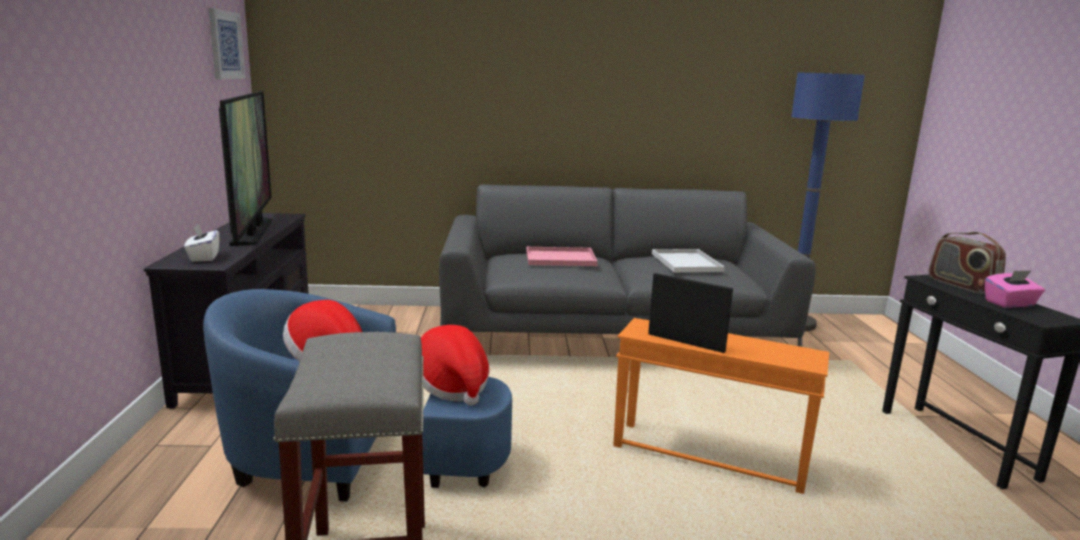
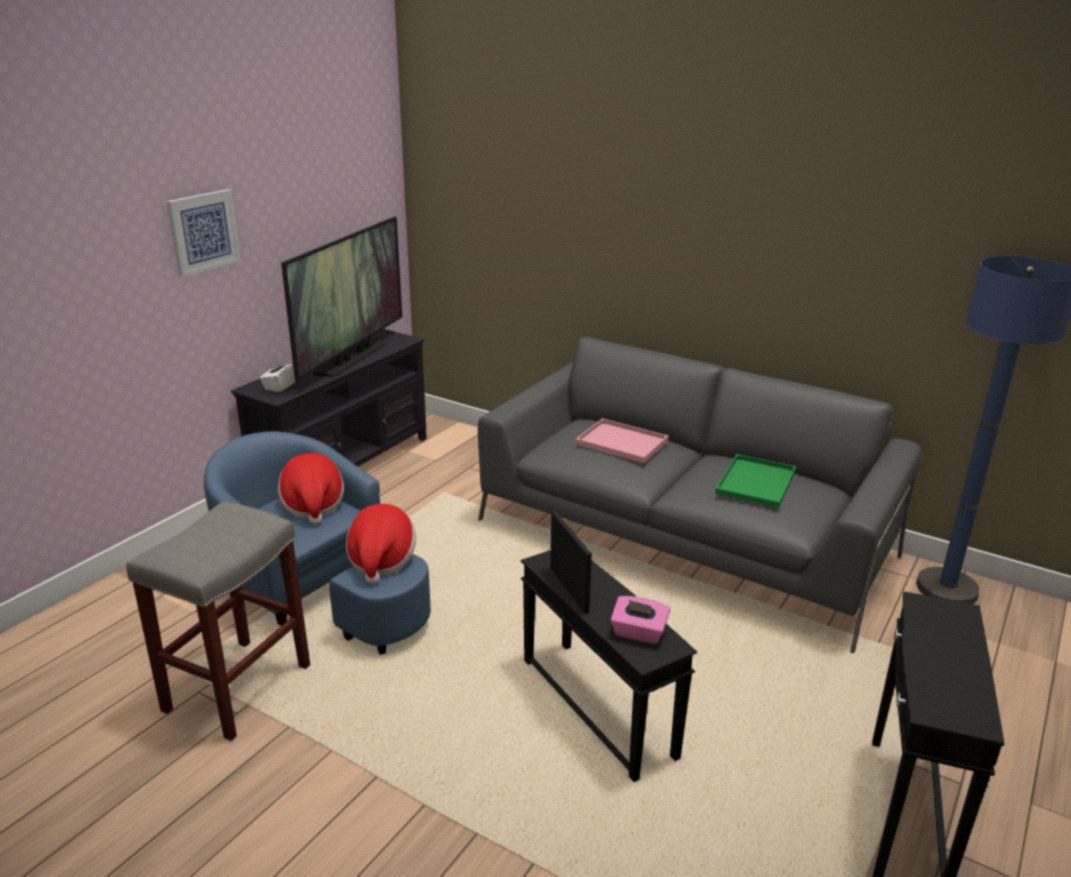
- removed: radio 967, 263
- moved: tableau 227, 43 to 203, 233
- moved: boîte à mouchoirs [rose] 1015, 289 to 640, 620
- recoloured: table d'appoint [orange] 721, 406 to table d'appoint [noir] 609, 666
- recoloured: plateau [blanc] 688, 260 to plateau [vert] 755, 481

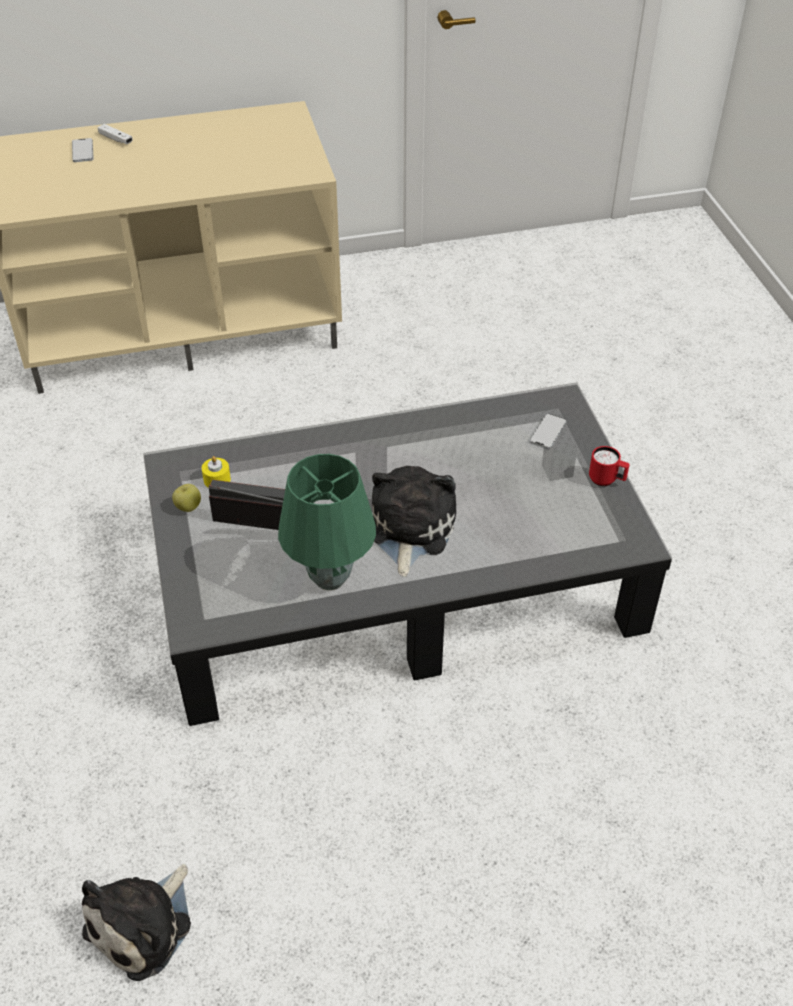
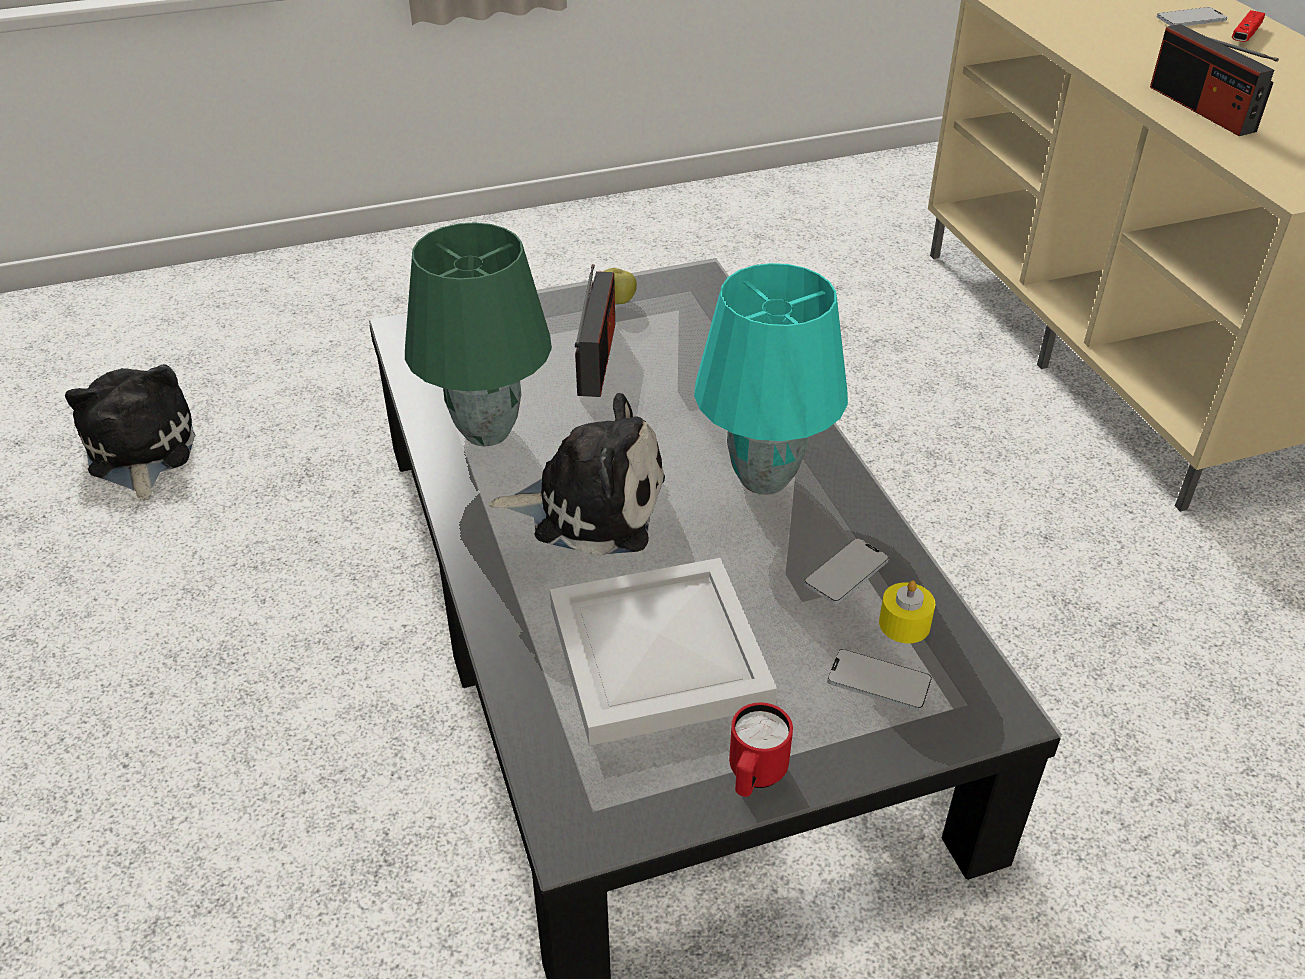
- added: plateau [blanc] 663, 652
- added: lampe de table [turquoise] 771, 379
- added: téléphone 846, 571
- added: radio 1214, 80
- moved: bougie [jaune] 216, 472 to 907, 611
- recoloured: manette [blanc] 115, 134 to manette [rouge] 1248, 26
- turned: peluche 136, 922 = 130, 432 45 degrees clockwise

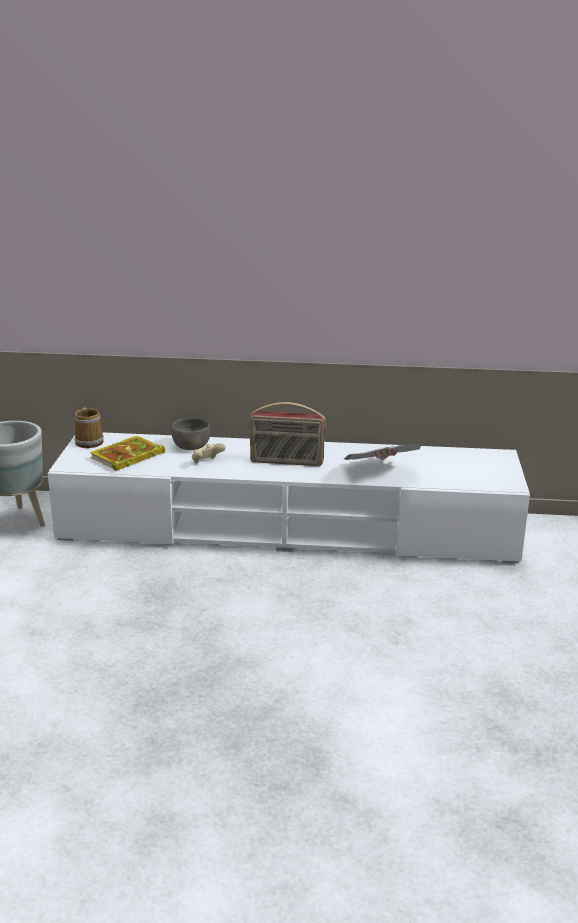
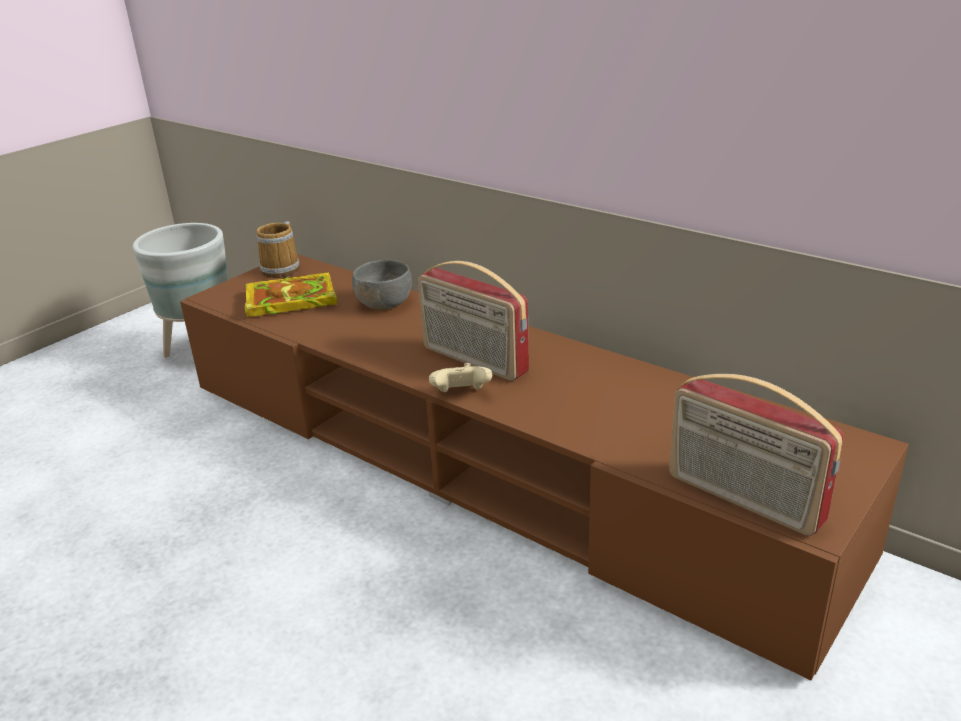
- removed: journal 383, 452
- added: radio 756, 455
- moved: manette [beige] 209, 453 to 460, 377
- recoloured: meuble télé [blanc] 289, 497 to meuble télé [marron] 544, 467

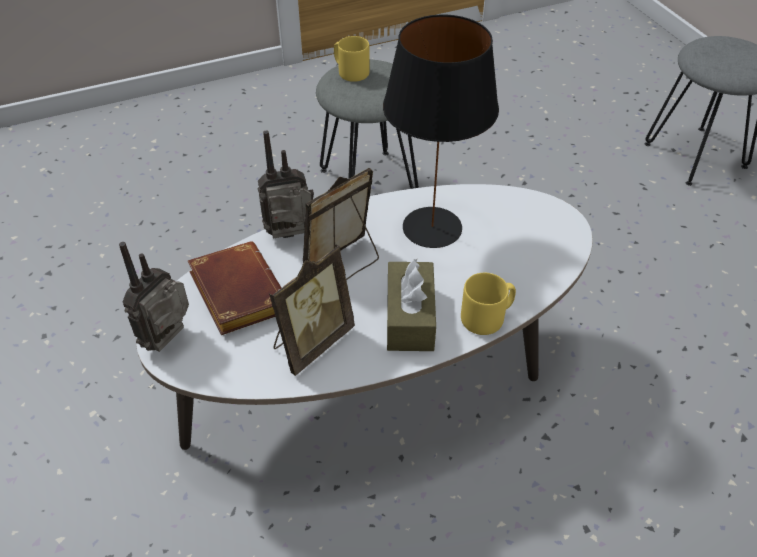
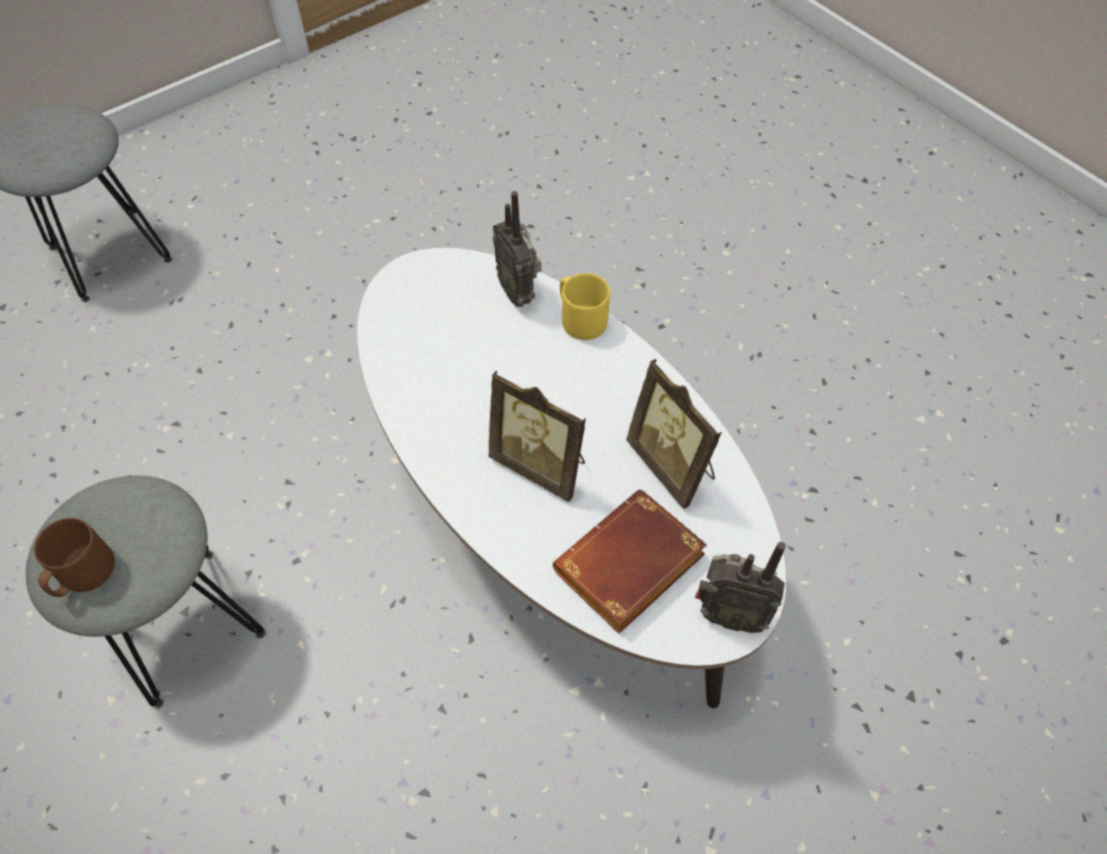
- removed: lampe de table [noir] 441, 131
- removed: boîte à mouchoirs [marron] 411, 304
- moved: radio 286, 184 to 517, 249
- recoloured: mug [jaune] 352, 59 to mug [marron] 74, 557
- turned: cadre photo 312, 310 = 674, 434 150 degrees counterclockwise

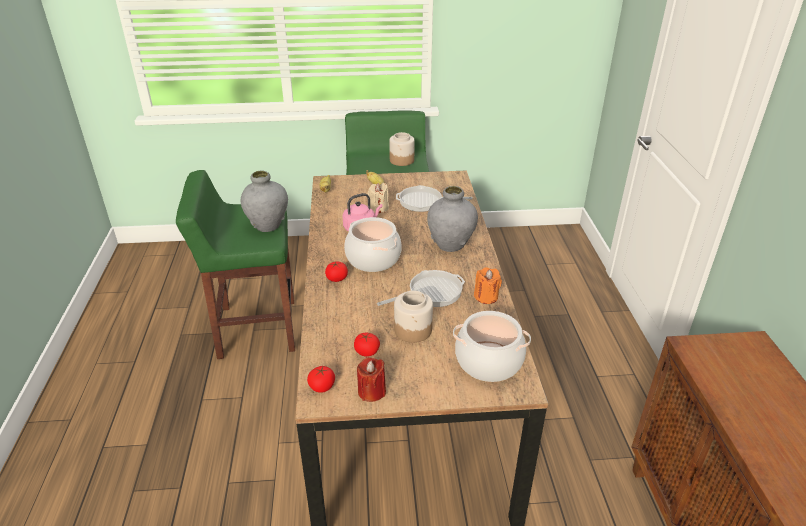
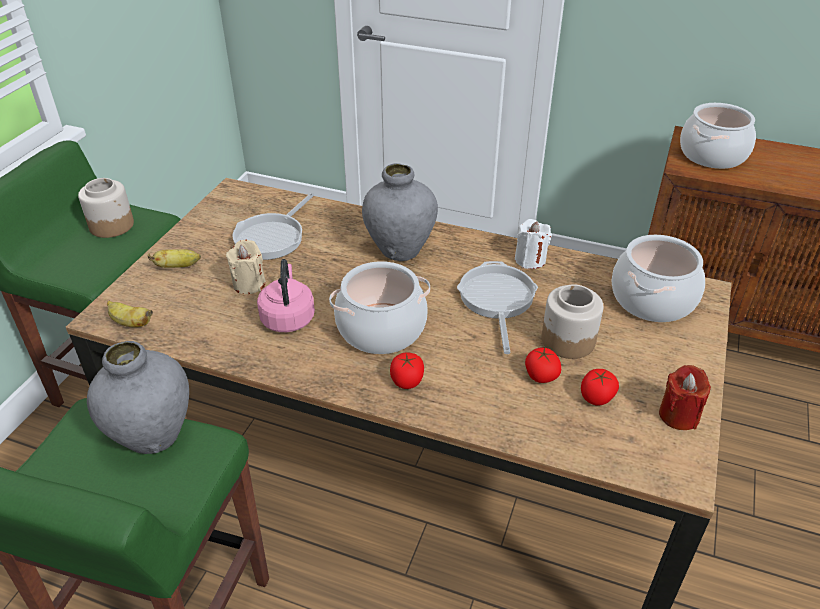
- added: marmite 718, 136
- moved: tomate 321, 379 to 543, 365
- recoloured: bougie [orange] 488, 285 to bougie [blanc] 533, 244

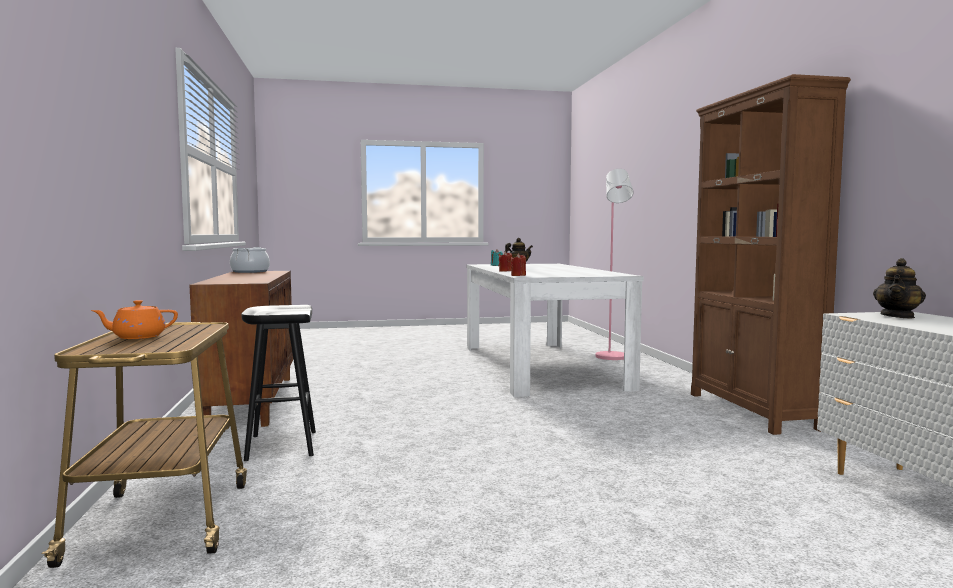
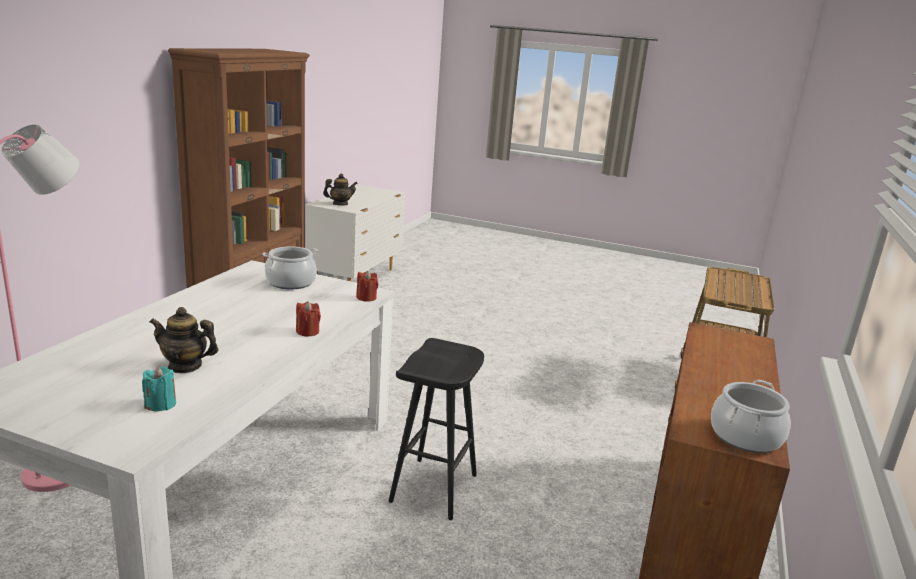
- removed: théière [orange] 134, 319
- added: marmite 290, 267
- moved: tabouret [noir] 278, 383 to 436, 429

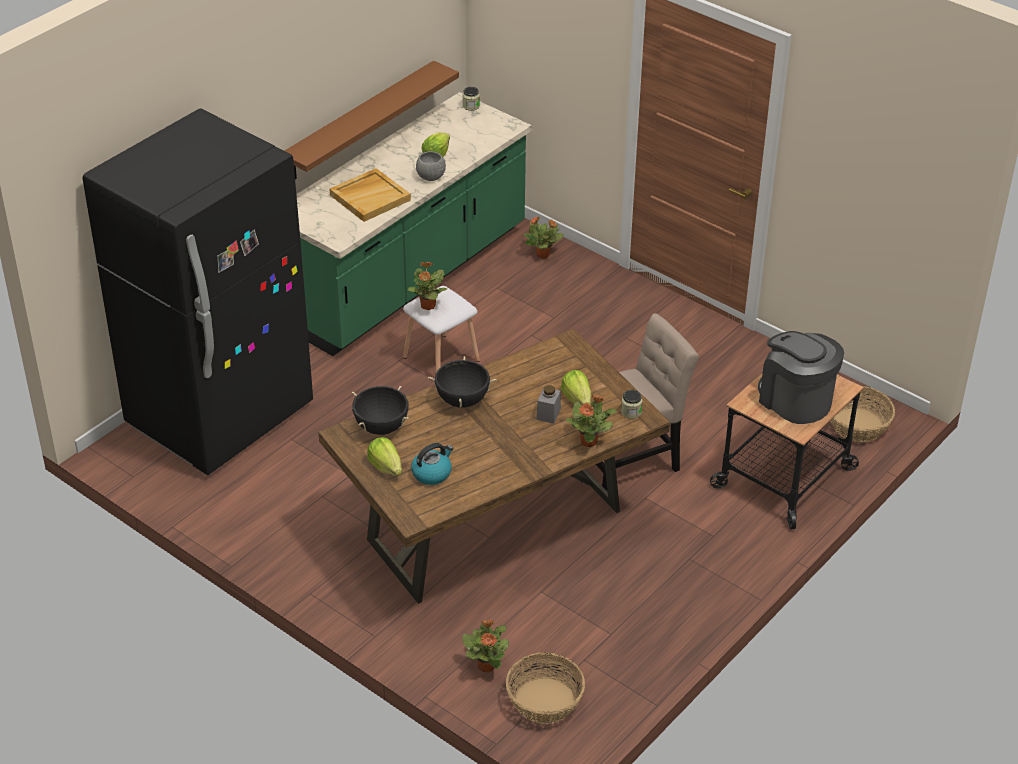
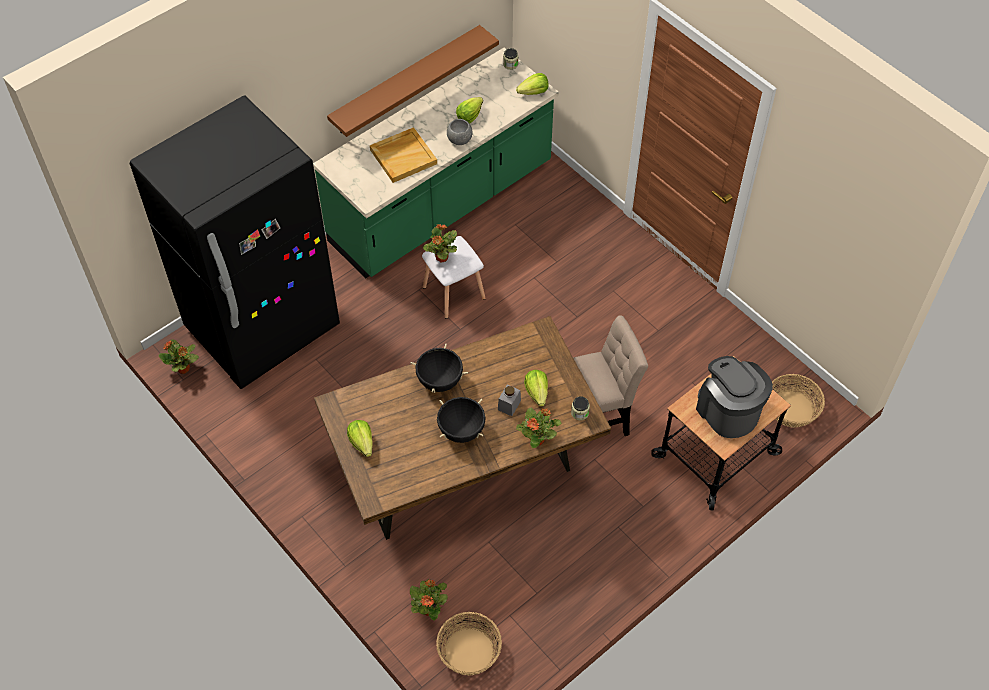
- removed: bouilloire 432, 464
- added: laitue 532, 84
- moved: marmite [noir] 380, 410 to 461, 420
- moved: plante en pot 544, 237 to 178, 356

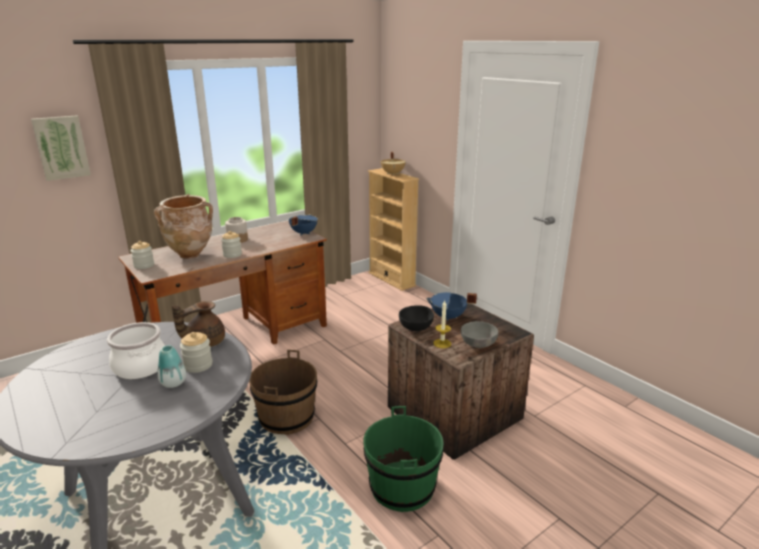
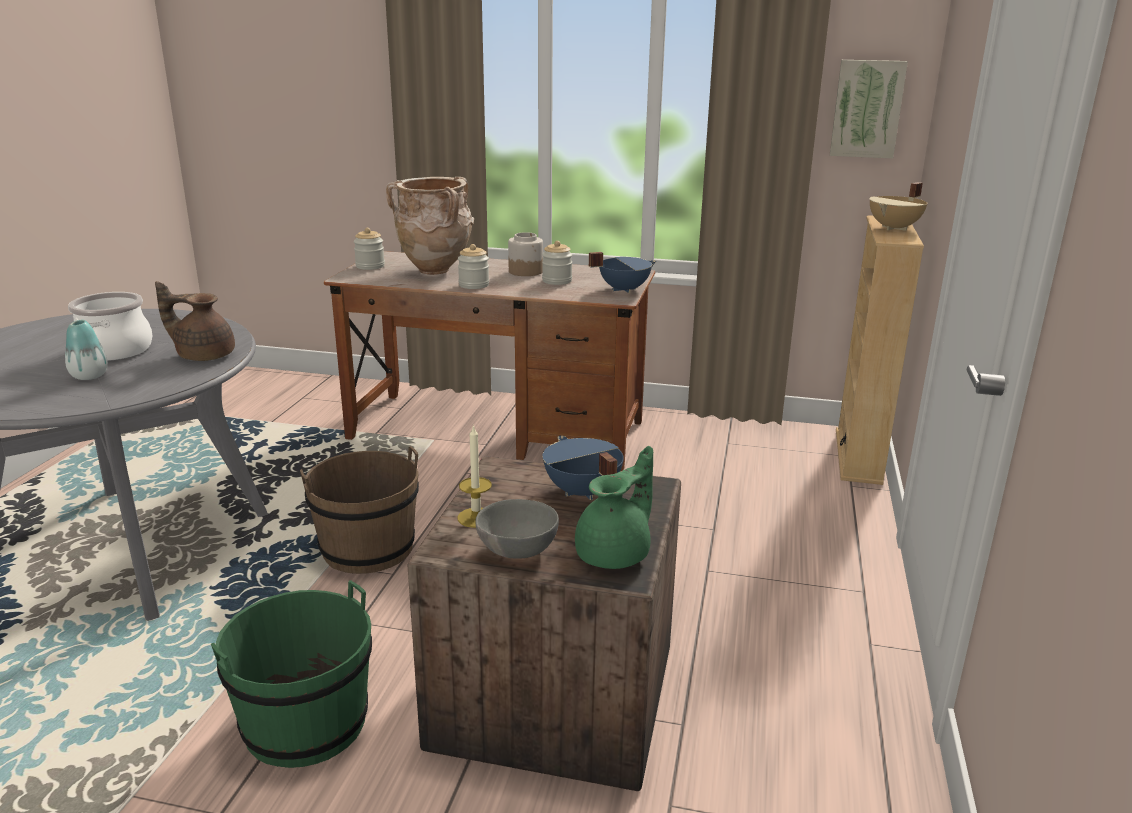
- removed: bol [noir] 416, 318
- added: théière [vert] 614, 507
- moved: tableau 61, 148 to 869, 109
- moved: bocal 196, 352 to 557, 263

